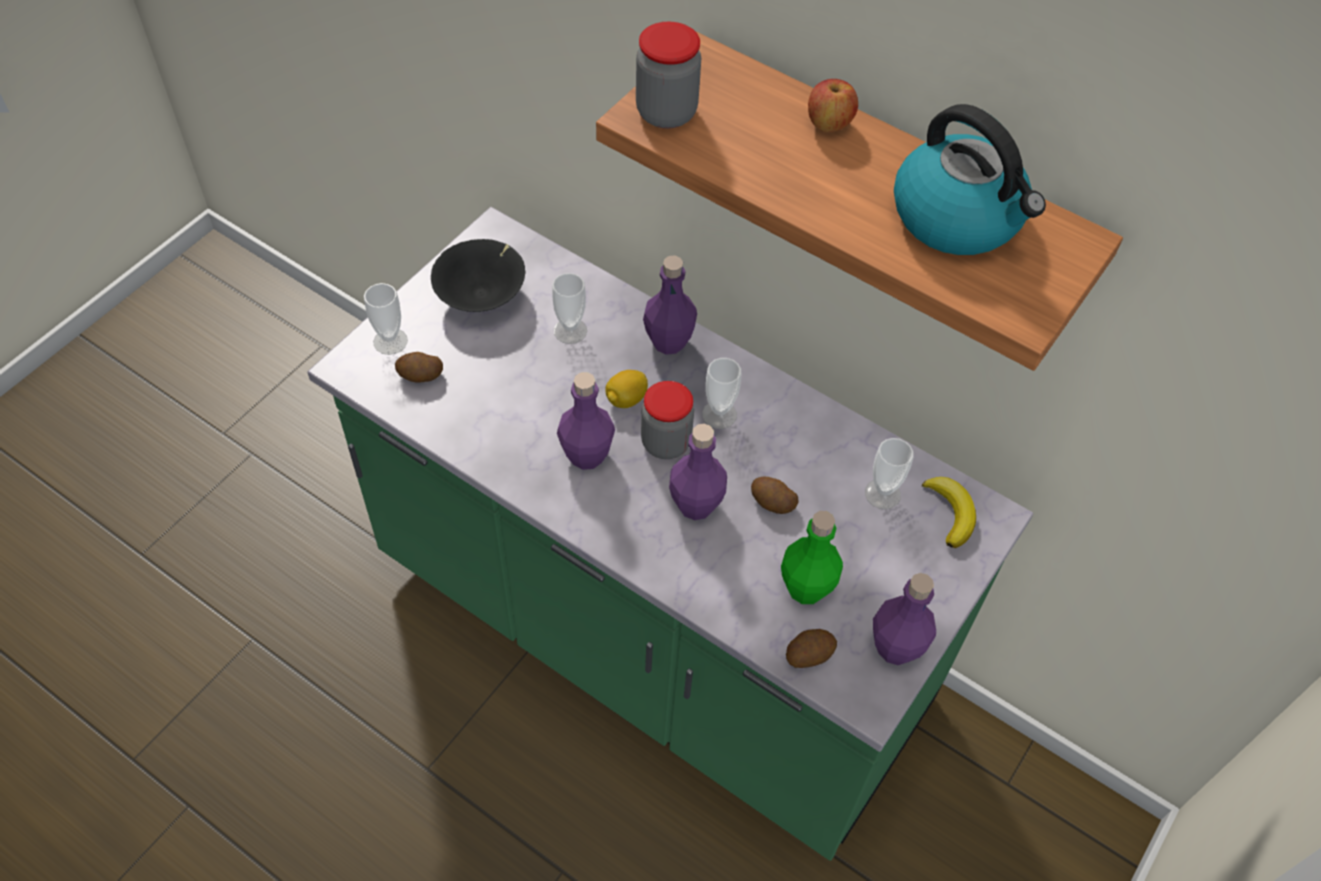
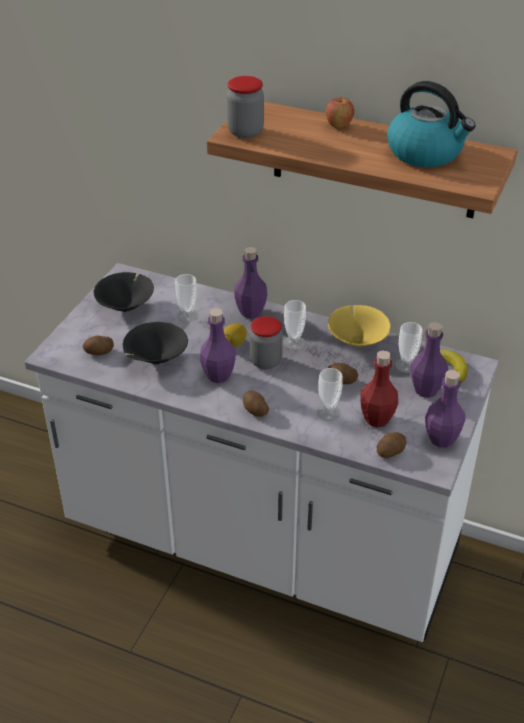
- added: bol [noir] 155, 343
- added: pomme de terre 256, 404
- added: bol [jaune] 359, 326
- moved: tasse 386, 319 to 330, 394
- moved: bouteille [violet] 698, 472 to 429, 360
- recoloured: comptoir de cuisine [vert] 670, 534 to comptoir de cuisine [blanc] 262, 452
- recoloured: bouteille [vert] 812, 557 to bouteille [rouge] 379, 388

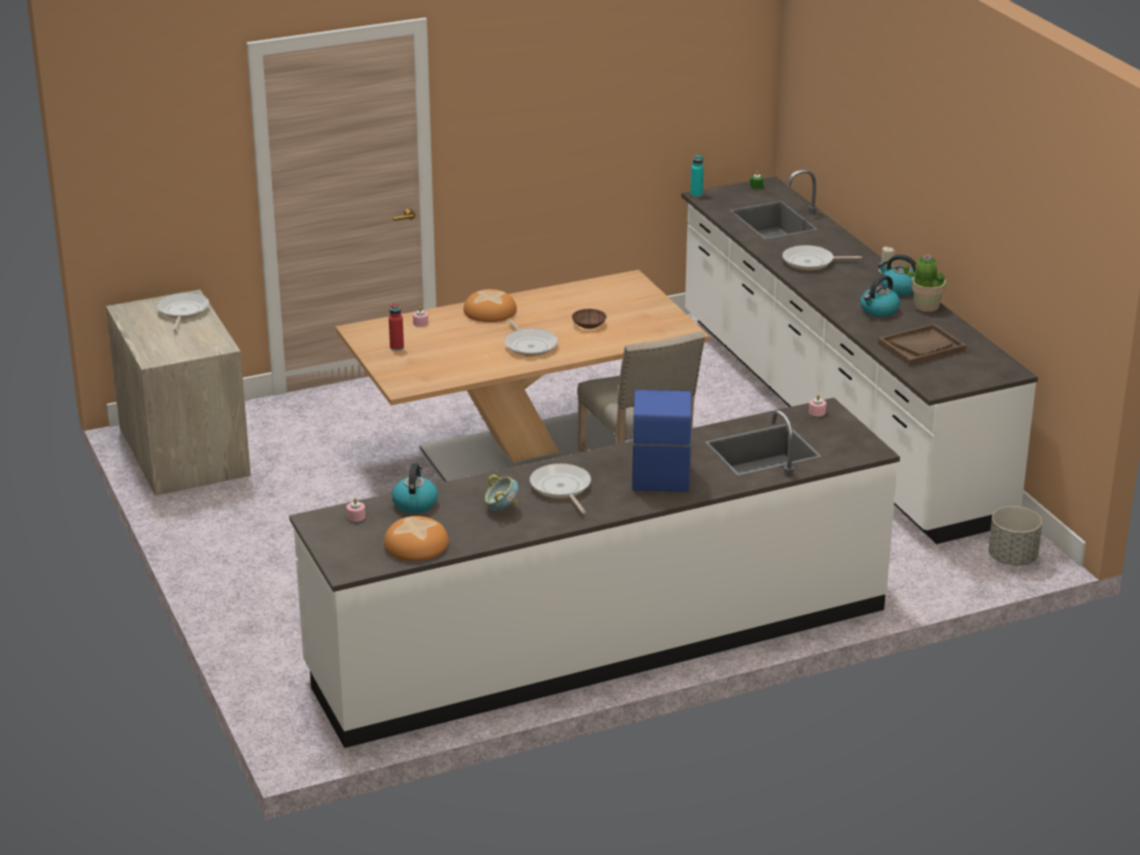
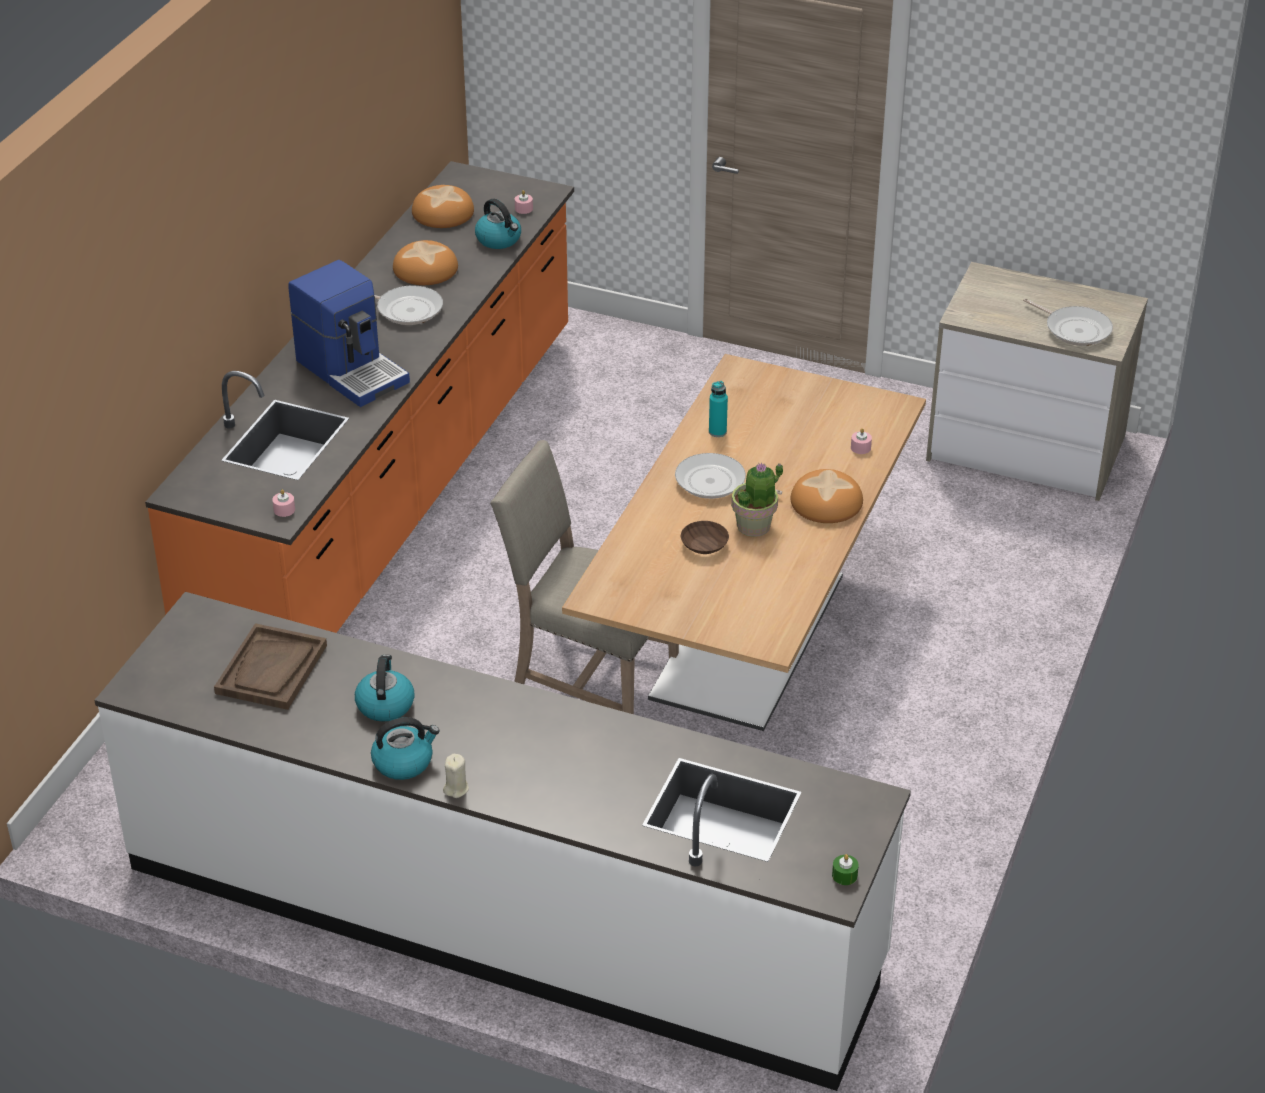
- removed: bouteille [rouge] 396, 327
- removed: poêle 822, 257
- removed: cache-pot [gris] 1015, 535
- moved: bouteille [turquoise] 697, 176 to 718, 409
- moved: plante en pot 924, 282 to 757, 499
- replaced: bol 502, 492 to pain 425, 262
- recoloured: comptoir de cuisine [blanc] 594, 573 to comptoir de cuisine [orange] 359, 397

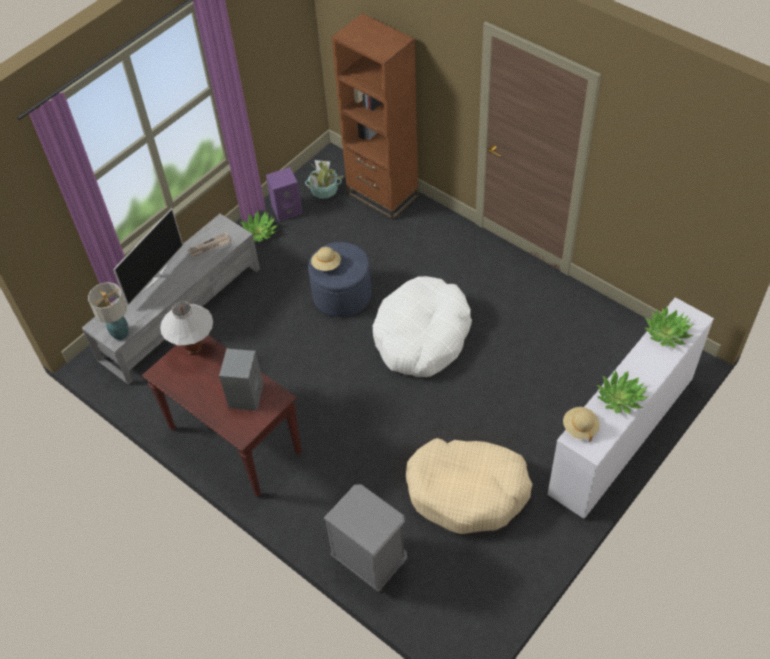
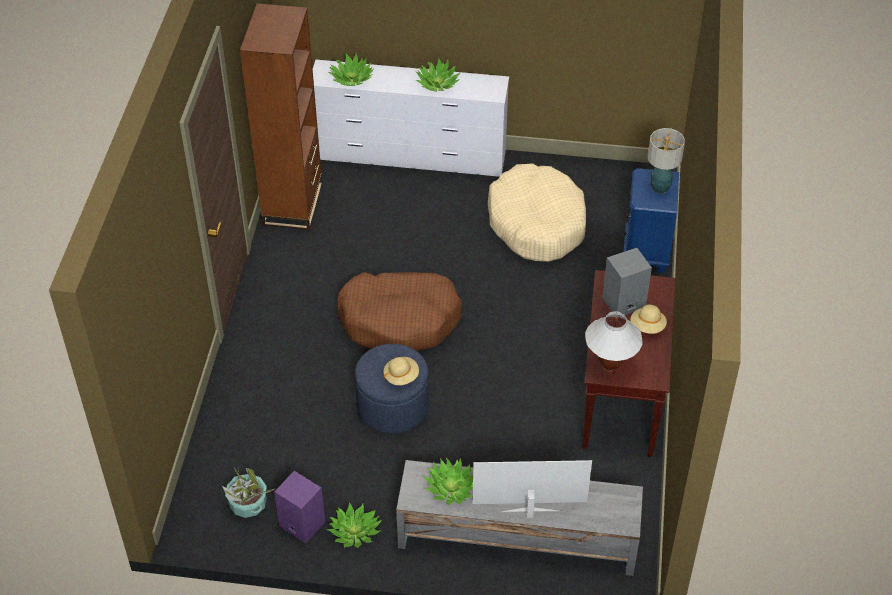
- moved: lampe de table 108, 311 to 666, 161
- moved: bibliothèque [marron] 375, 116 to 281, 116
- moved: chapeau [beige] 581, 424 to 649, 319
- replaced: journal 210, 244 to plante en pot 448, 481
- recoloured: table de chevet [gris] 365, 538 to table de chevet [bleu] 651, 221
- recoloured: panier pour chien [blanc] 422, 326 to panier pour chien [marron] 399, 311

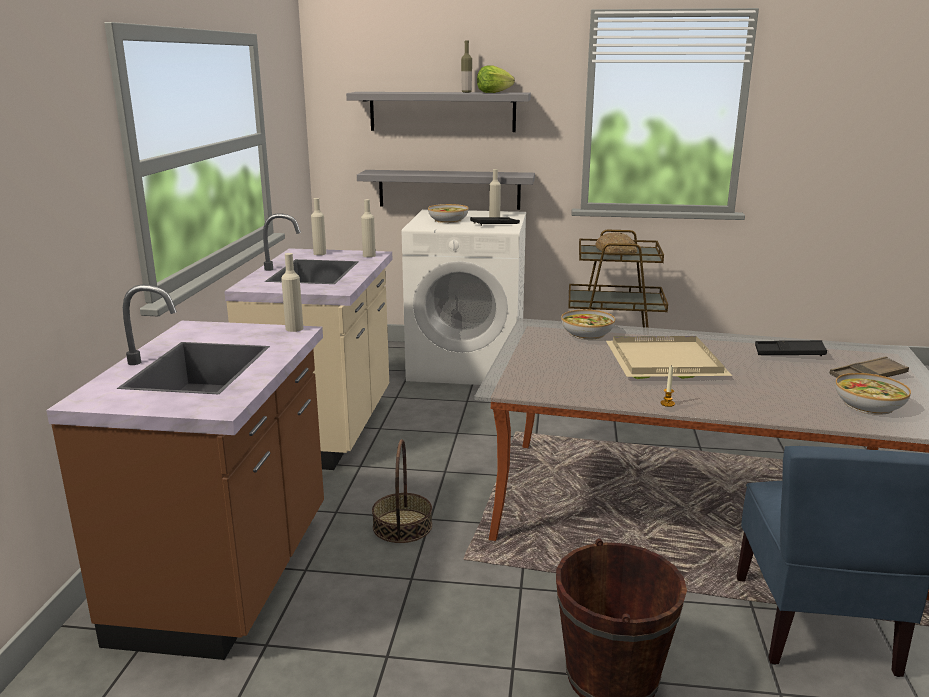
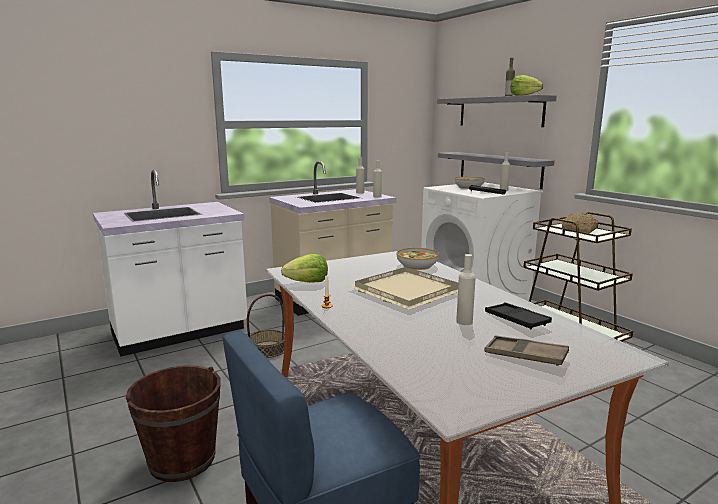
- removed: bol 873, 394
- added: laitue 304, 268
- moved: bouteille [beige] 292, 292 to 466, 289
- recoloured: comptoir de cuisine [marron] 185, 472 to comptoir de cuisine [blanc] 170, 263

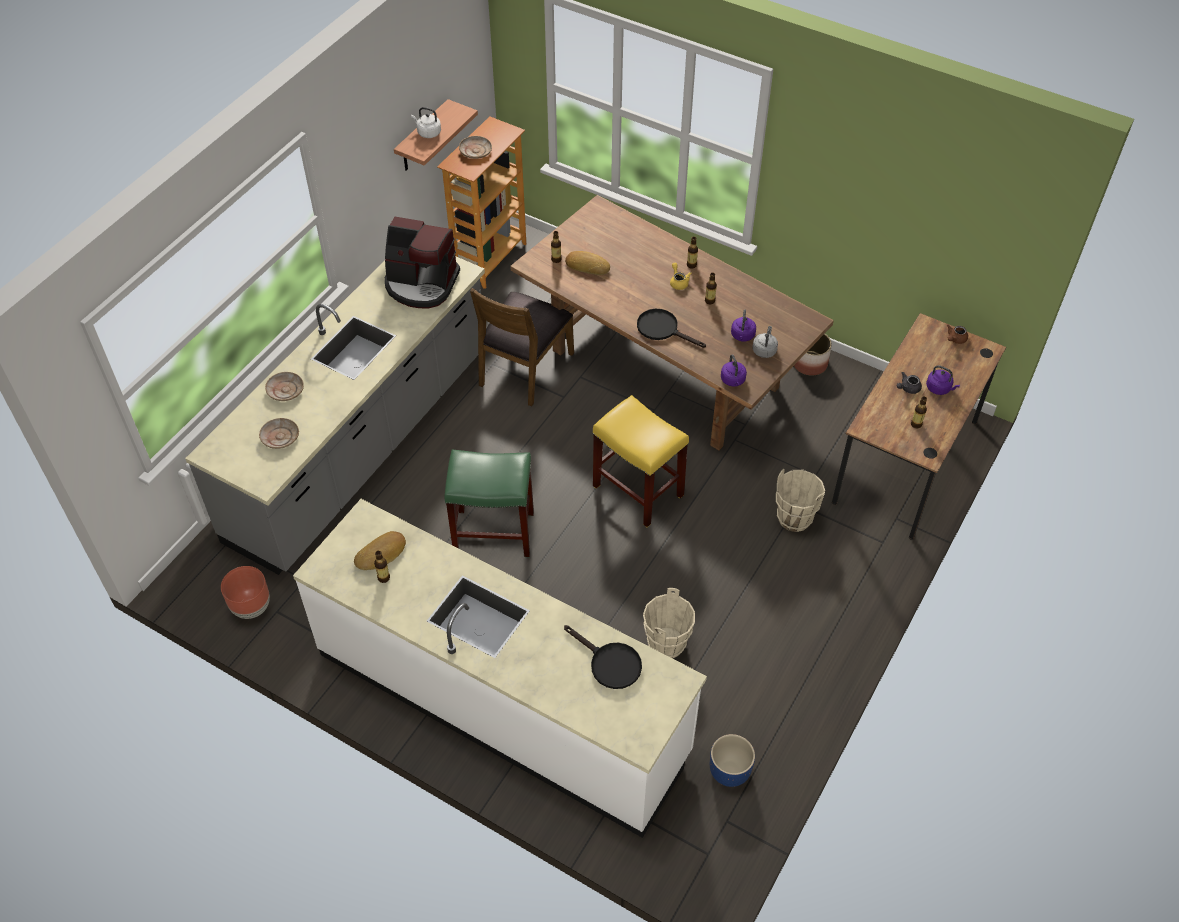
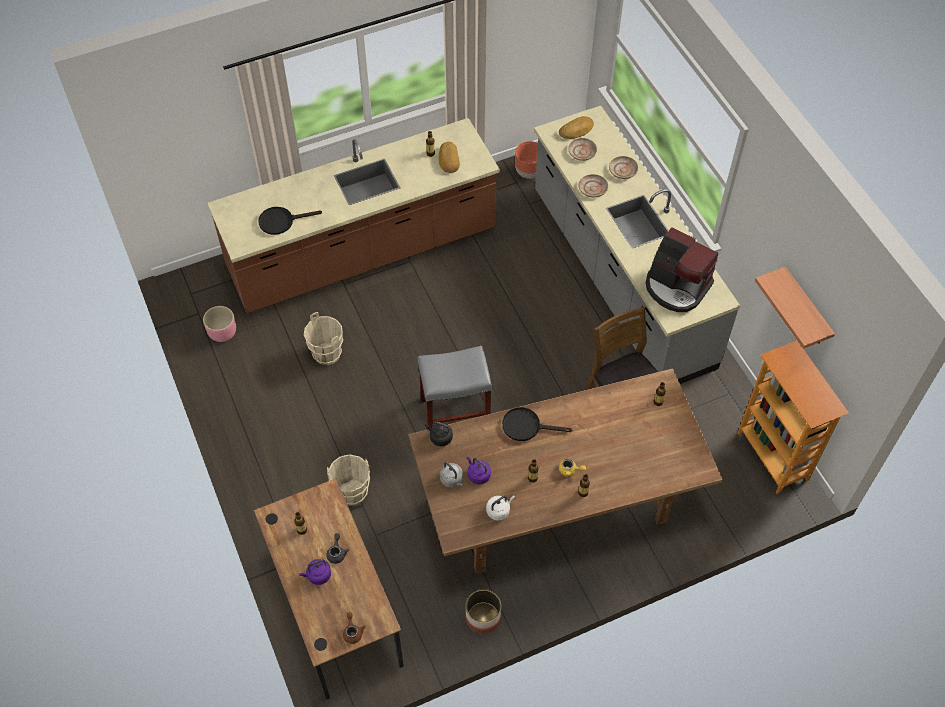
- removed: tabouret [vert] 489, 503
- moved: bouilloire [blanc] 426, 122 to 500, 507
- moved: assiette [beige] 475, 147 to 593, 185
- moved: pain 587, 263 to 576, 127
- recoloured: comptoir de cuisine [blanc] 500, 668 to comptoir de cuisine [marron] 353, 215
- recoloured: tabouret [jaune] 641, 461 to tabouret [gris] 455, 388
- recoloured: cache-pot [bleu] 732, 760 to cache-pot [rose] 219, 324
- recoloured: bouilloire [violet] 734, 370 to bouilloire [noir] 439, 434
- turned: machine à café 422, 262 = 682, 269 105 degrees counterclockwise
- turned: poêle [noir] 671, 328 = 537, 424 150 degrees counterclockwise

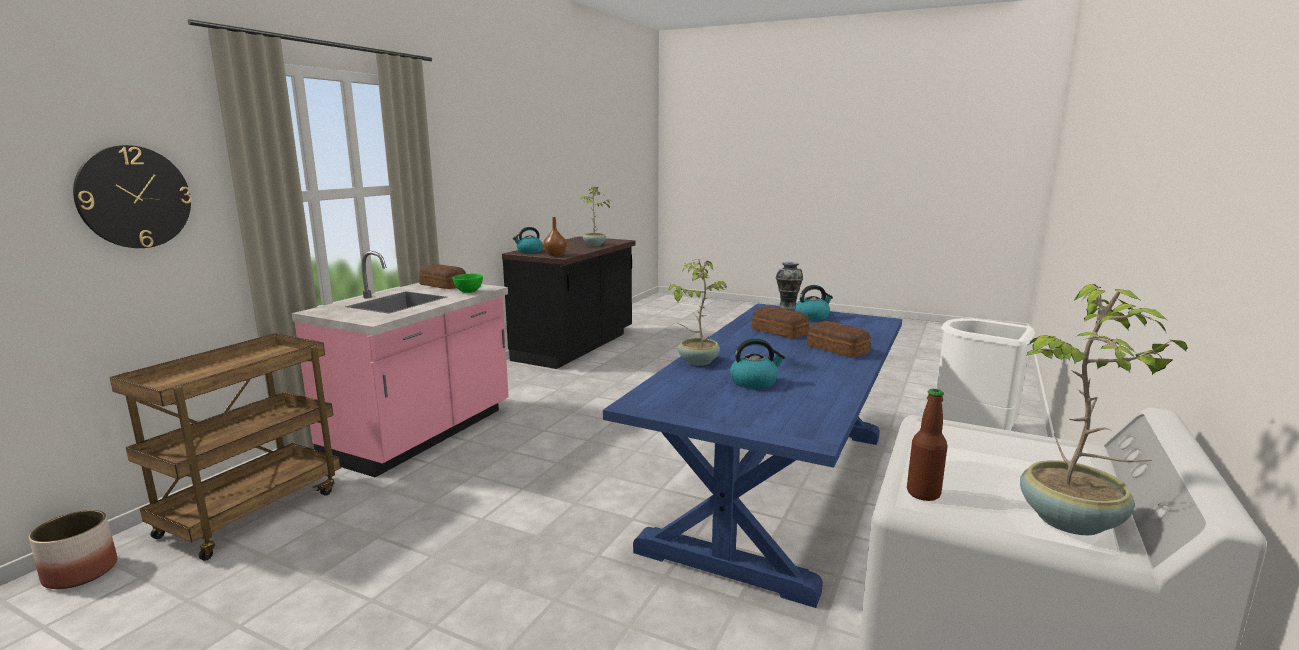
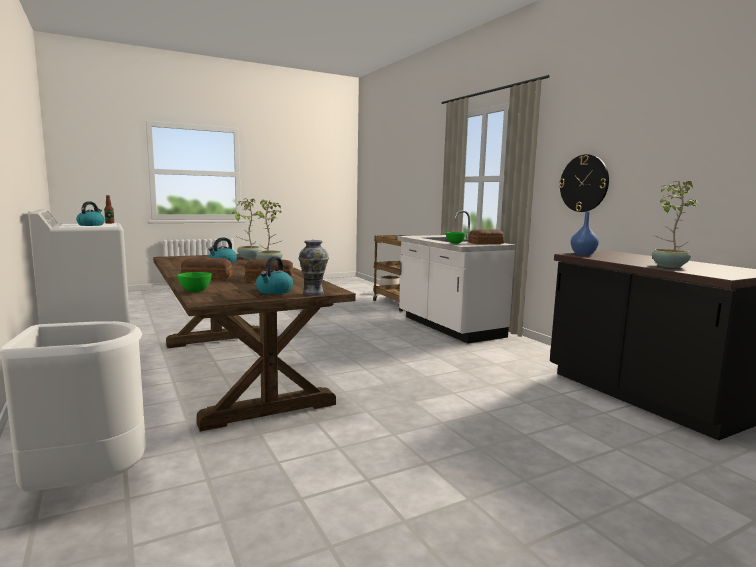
- added: bol [vert] 194, 282
- moved: horloge murale 132, 196 to 584, 183
- moved: bouilloire 528, 240 to 90, 213
- moved: plante en pot 1104, 409 to 247, 229
- recoloured: comptoir de cuisine [rose] 400, 364 to comptoir de cuisine [blanc] 456, 277
- recoloured: vase [marron] 555, 236 to vase [bleu] 585, 233
- recoloured: table à manger [bleu] 752, 455 to table à manger [marron] 254, 343

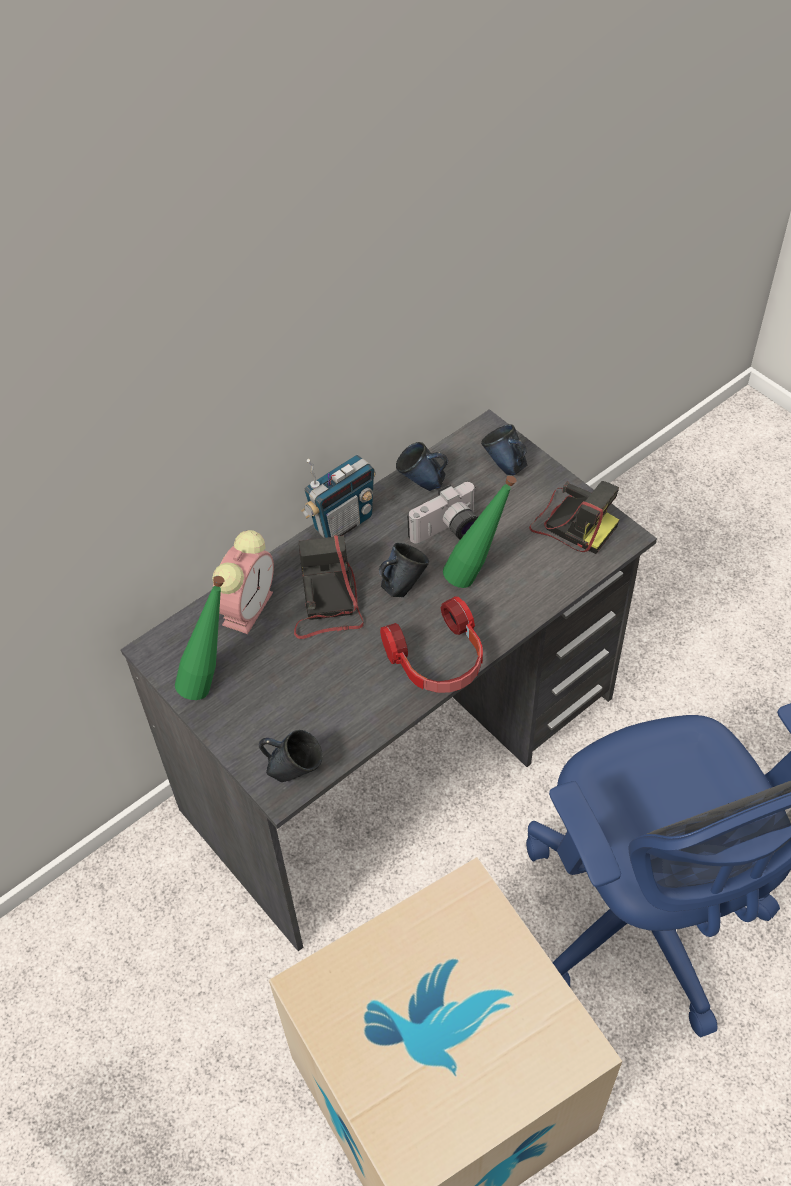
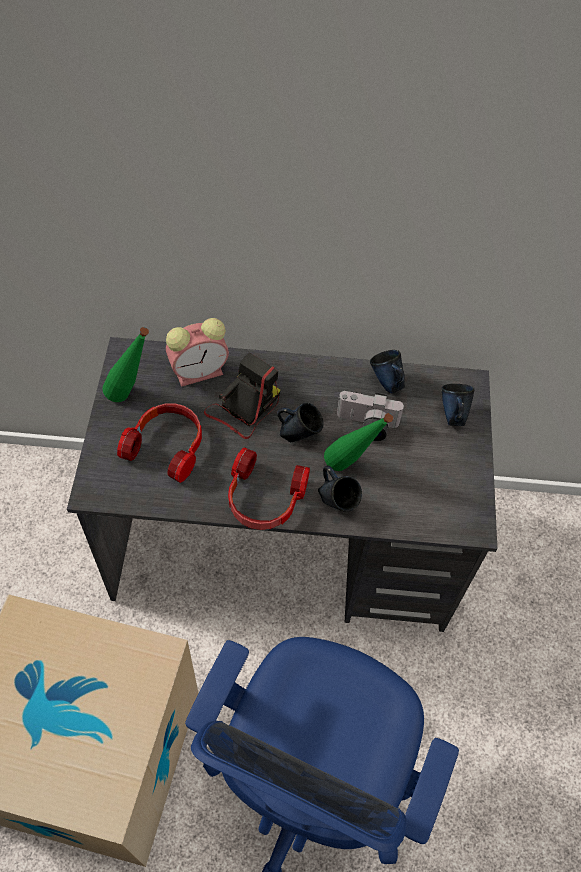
- removed: radio 338, 496
- removed: appareil photo 574, 517
- added: casque audio 159, 443
- moved: mug [bleu] 291, 756 to 340, 488

